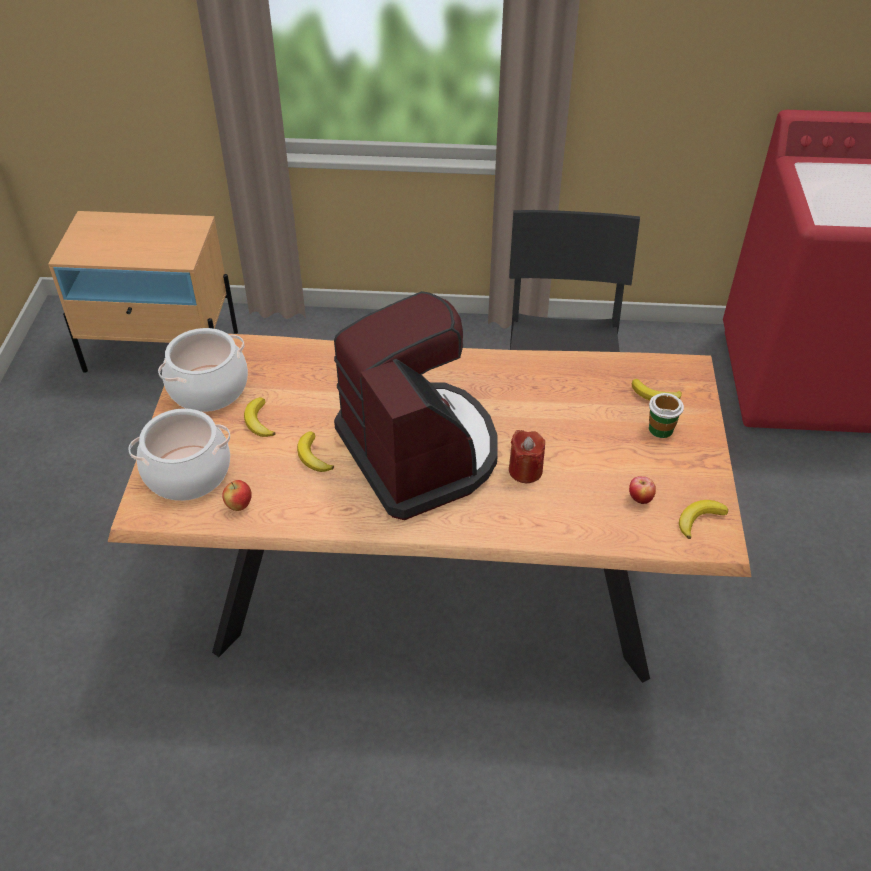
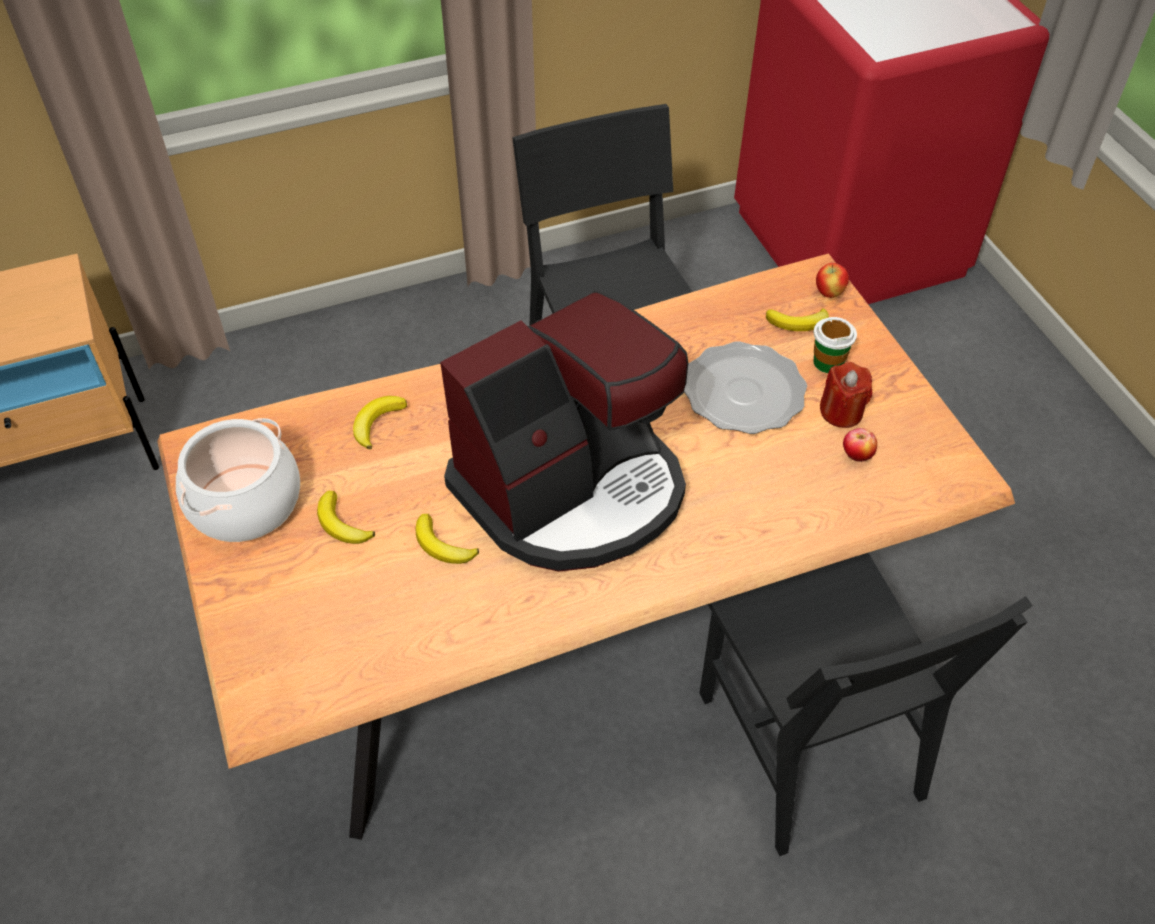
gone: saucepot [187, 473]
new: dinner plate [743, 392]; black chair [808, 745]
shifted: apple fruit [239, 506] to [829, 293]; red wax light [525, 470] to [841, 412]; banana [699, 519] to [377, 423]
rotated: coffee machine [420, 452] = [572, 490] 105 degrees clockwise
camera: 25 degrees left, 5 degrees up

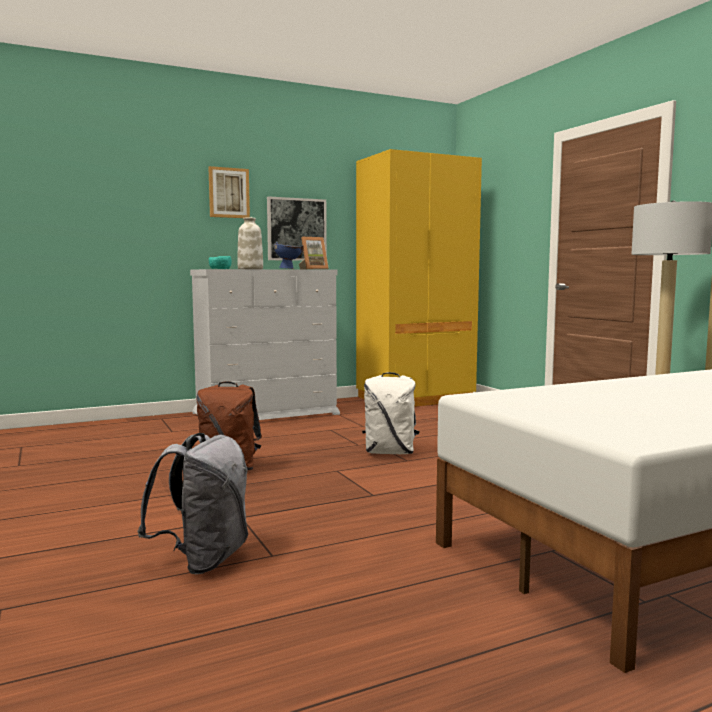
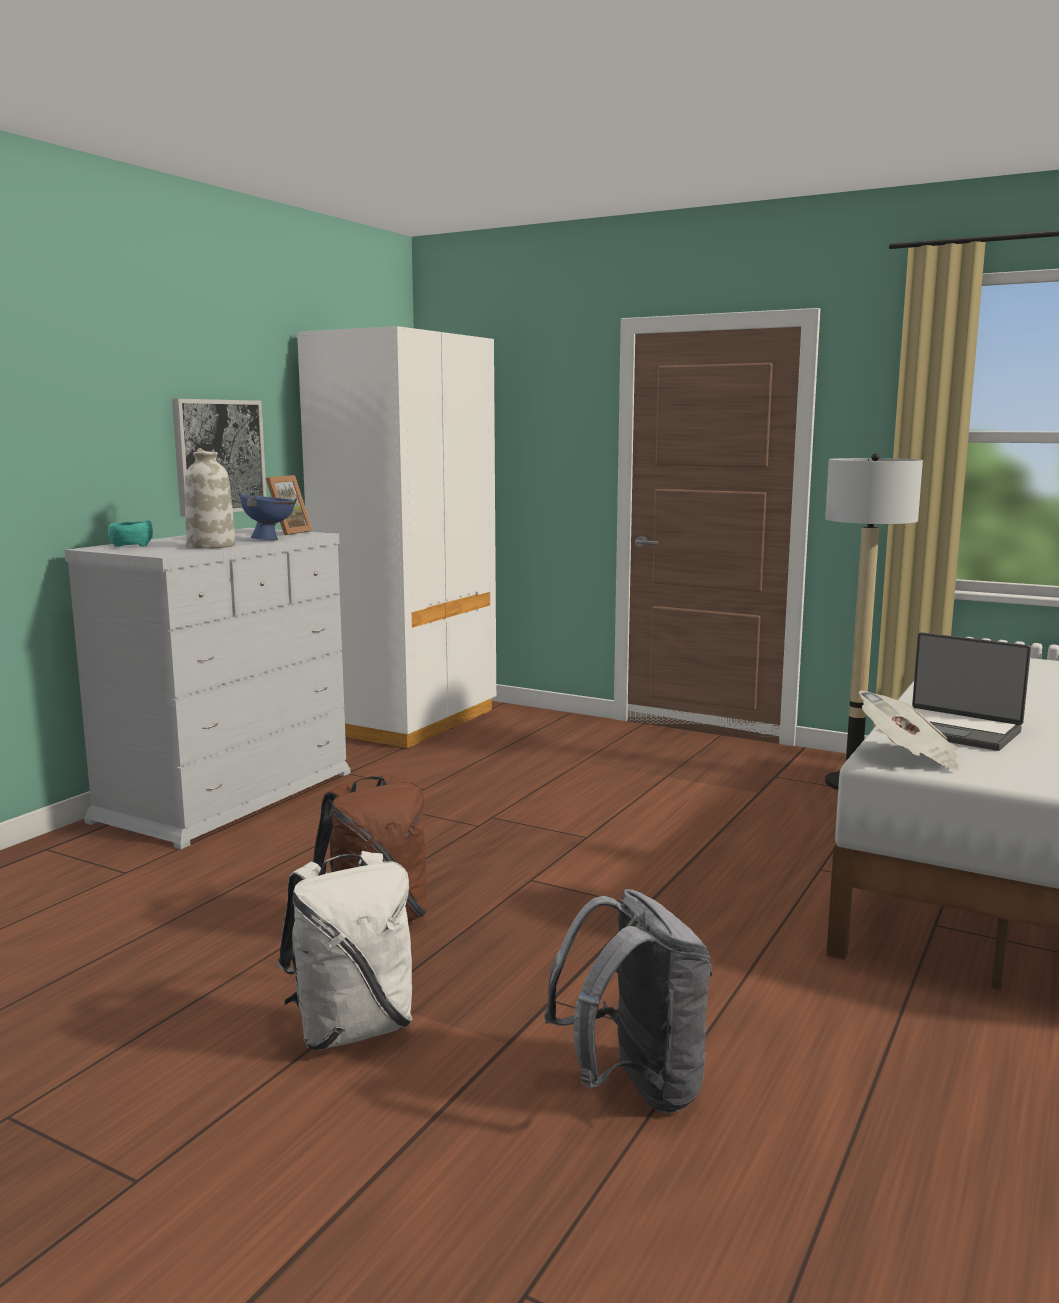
gone: wall picture [228, 193]
new: daily paper [909, 757]; notebook computer [954, 731]
shifted: white-coloured knapsack [390, 452] to [352, 1028]
repainted: yellow clothes cupboard [415, 399] to white-coloured clothes cupboard [409, 721]
camera: 35 degrees left, 5 degrees up

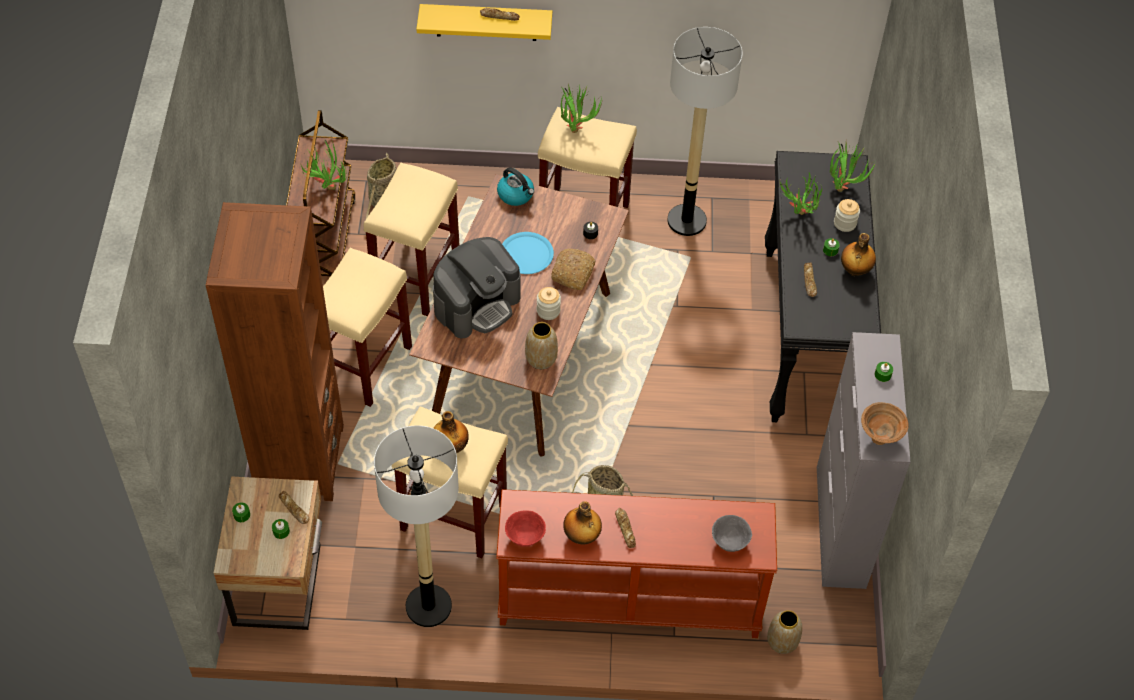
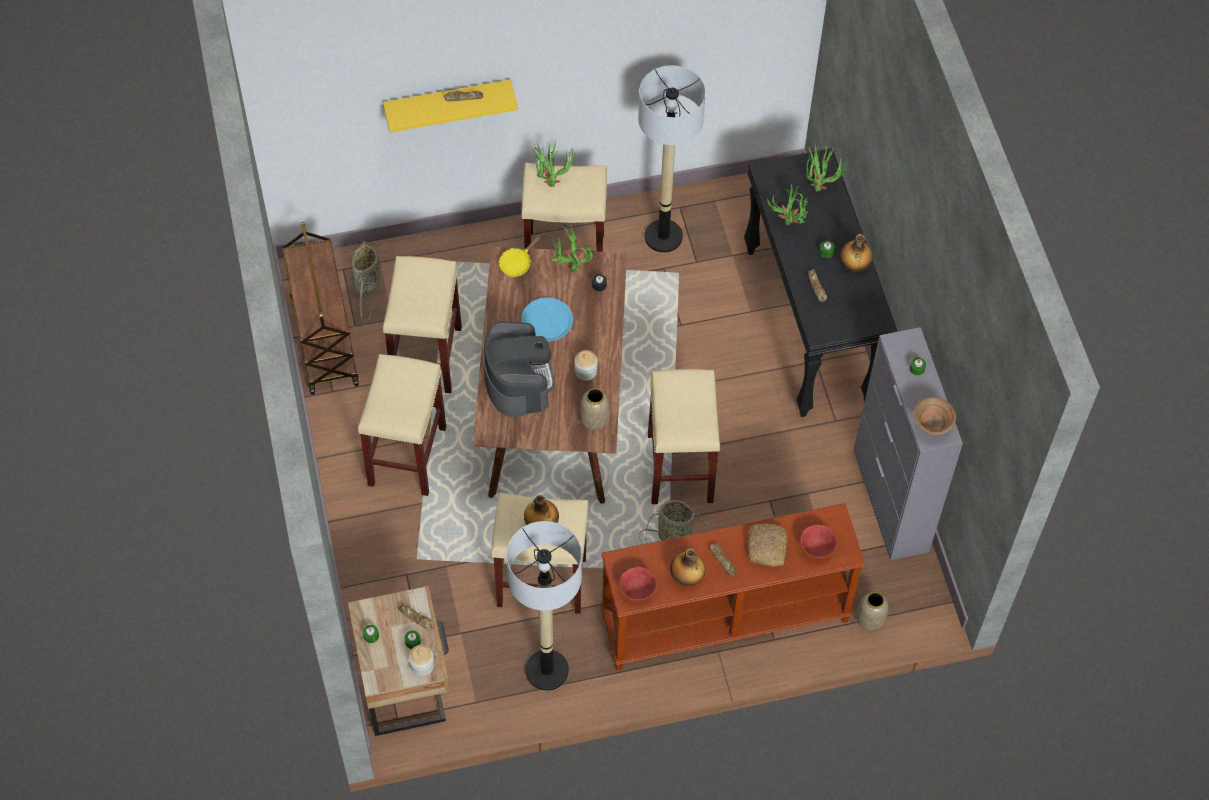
gone: brown bookshelf [300, 460]
new: beige-coloured stool seat [680, 469]
shifted: potted plant [326, 186] to [569, 267]; bread [573, 273] to [767, 548]; jar [845, 223] to [422, 665]
swapped: kettle [516, 195] to yellow frying pan [517, 263]
repainted: gray serving bowl [729, 542] to red serving bowl [817, 549]
rotated: coffee machine [477, 304] = [518, 381] 45 degrees counterclockwise
camera: 15 degrees left, 5 degrees up

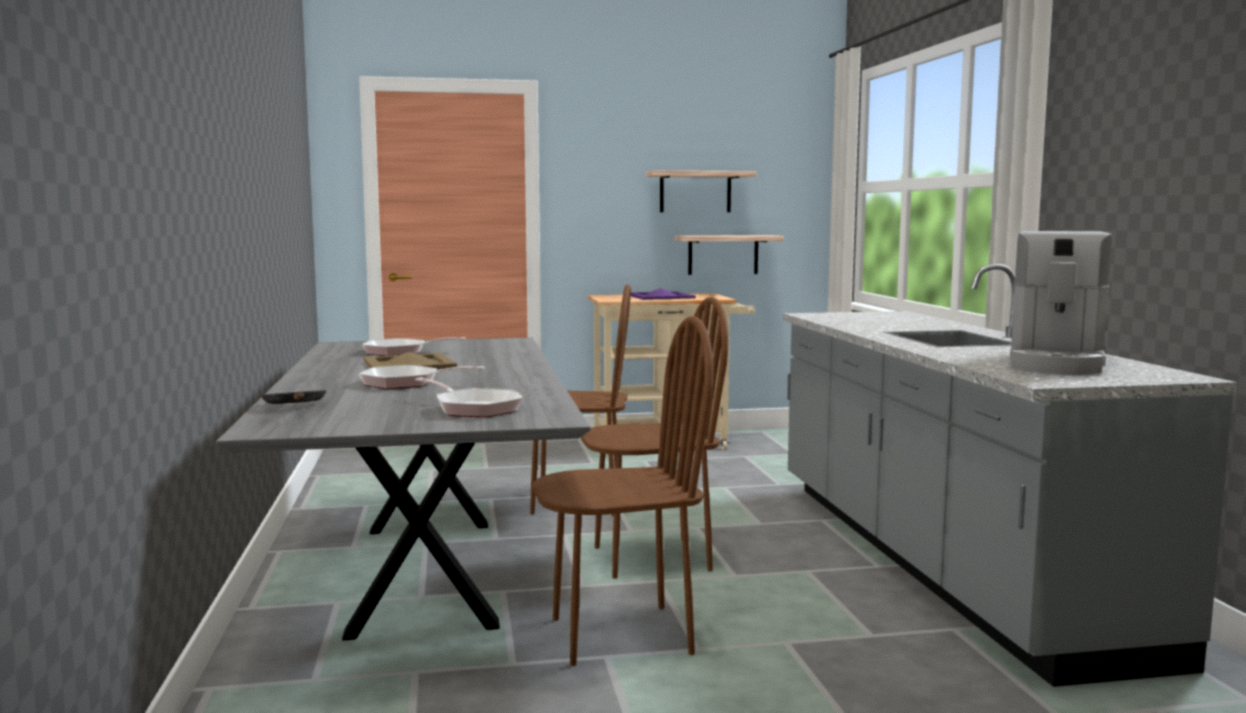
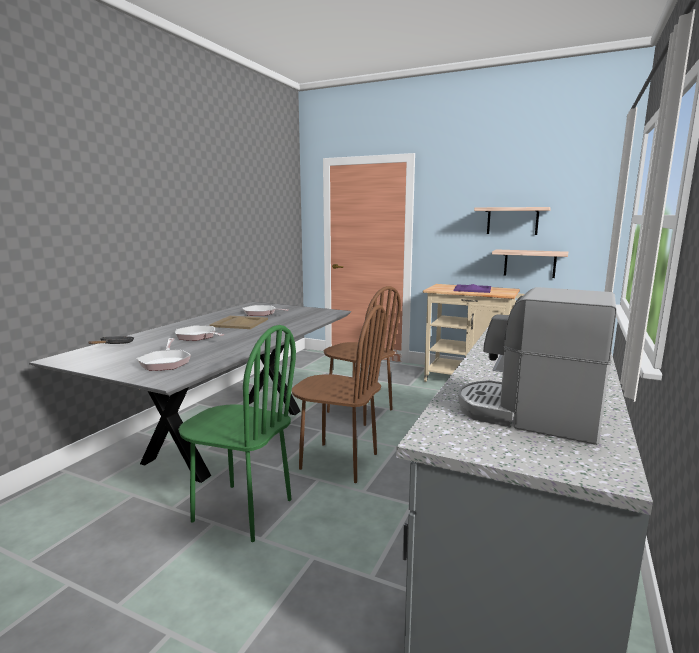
repainted: brown chair [620, 635] to green chair [242, 510]
rotated: coffee machine [1056, 363] = [528, 415] 60 degrees clockwise
camera: 35 degrees right, 5 degrees up

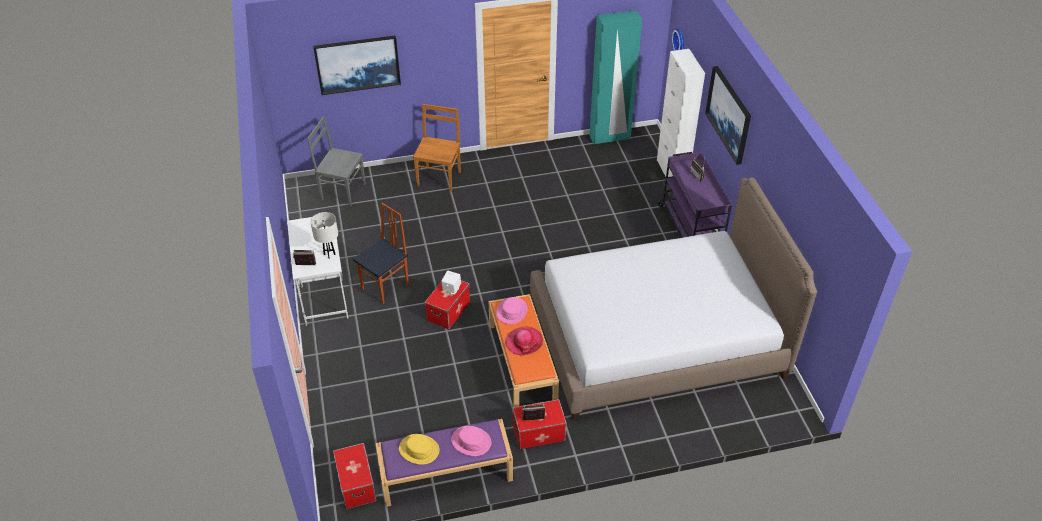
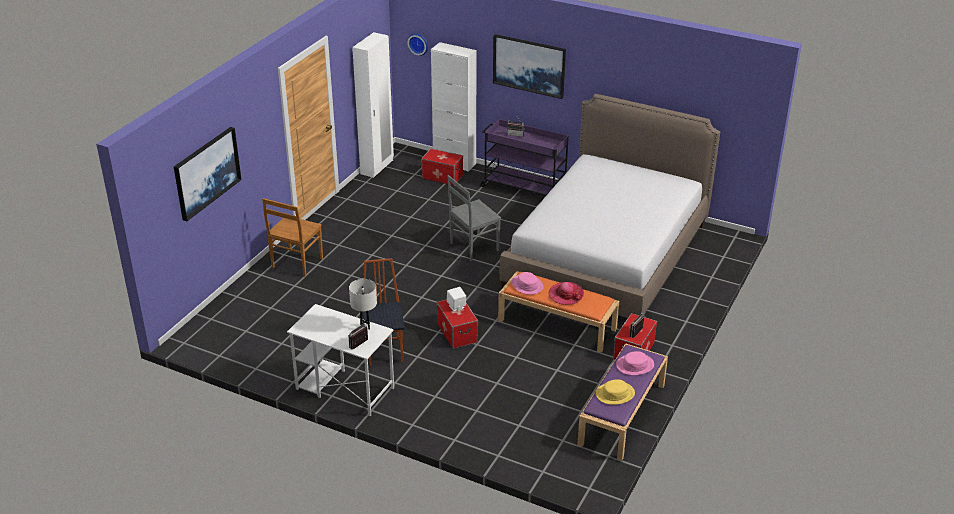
shifted: gray chair [342, 191] to [473, 247]; storage container [356, 484] to [442, 177]
repainted: turquoise-coloured clothes cupboard [609, 137] to white-coloured clothes cupboard [377, 167]
rotated: brown chair [439, 178] = [296, 263] 120 degrees counterclockwise
camera: 50 degrees left, 10 degrees down

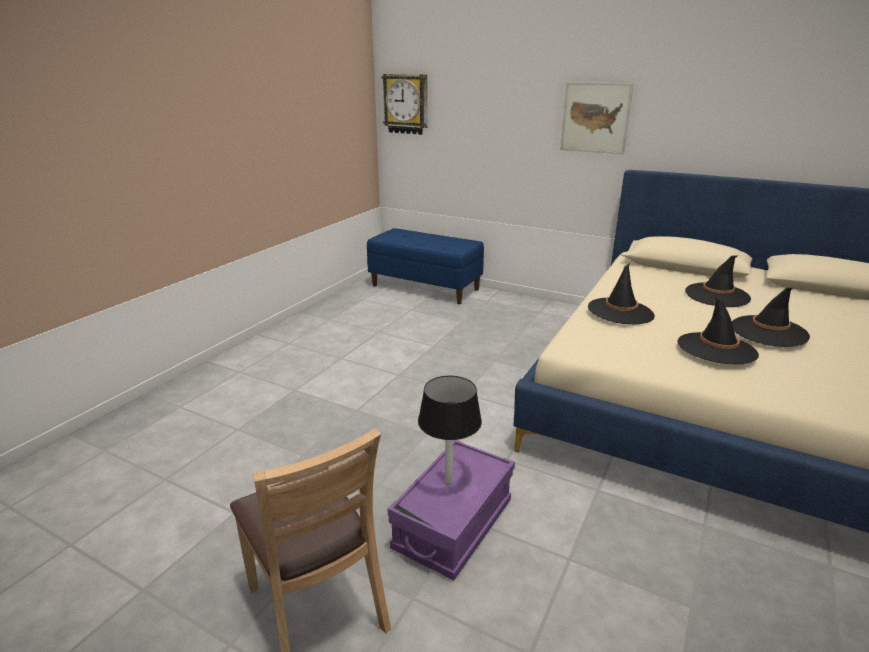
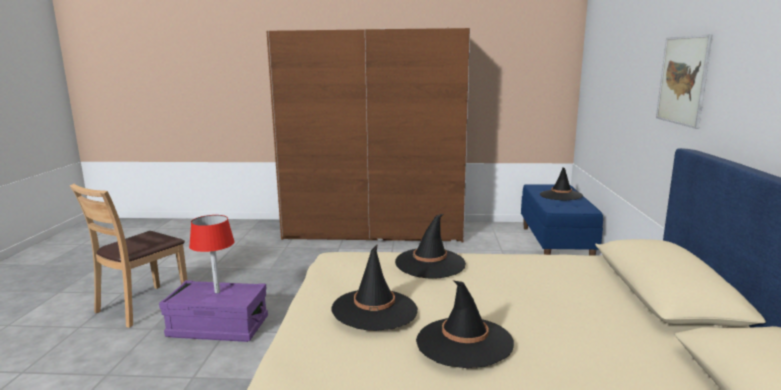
gone: clock on the wall [406, 104]
new: brown clothes cupboard [374, 231]
shifted: black hat [717, 295] to [561, 195]
repainted: black tabletop lamp [448, 482] to red tabletop lamp [217, 292]
camera: 65 degrees right, 10 degrees down

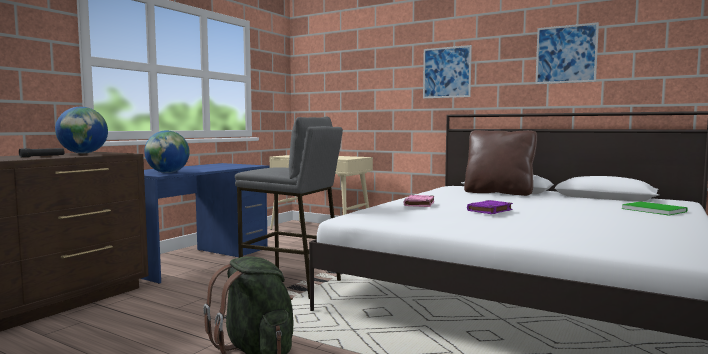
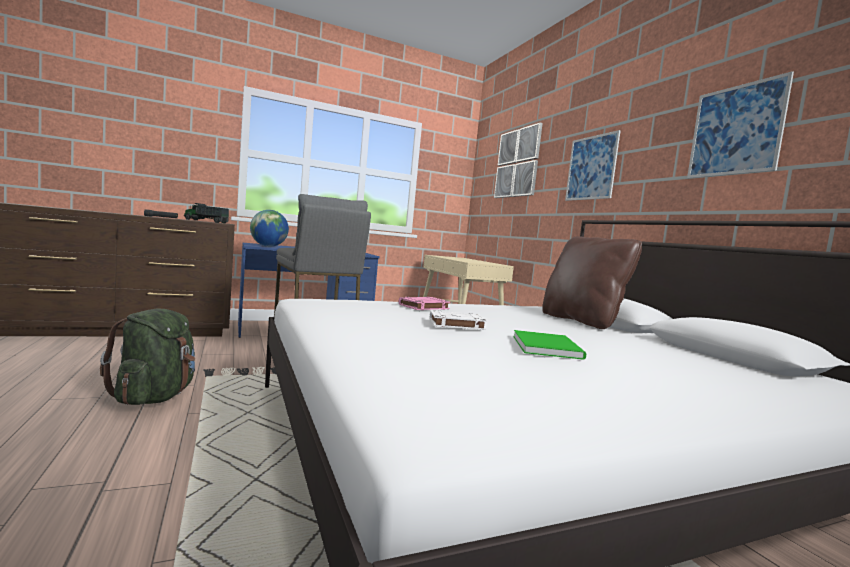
new: wall picture [517, 163]
shifted: green volume [652, 210] to [548, 347]
swapped: world globe [83, 153] to toy truck [206, 221]
repainted: purplish volume [489, 210] to white-coloured volume [456, 324]
camera: 35 degrees right, 0 degrees up

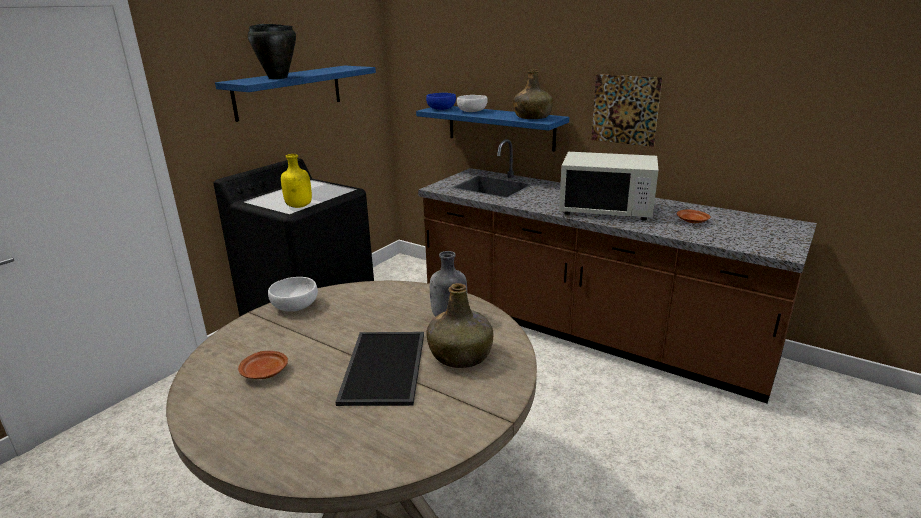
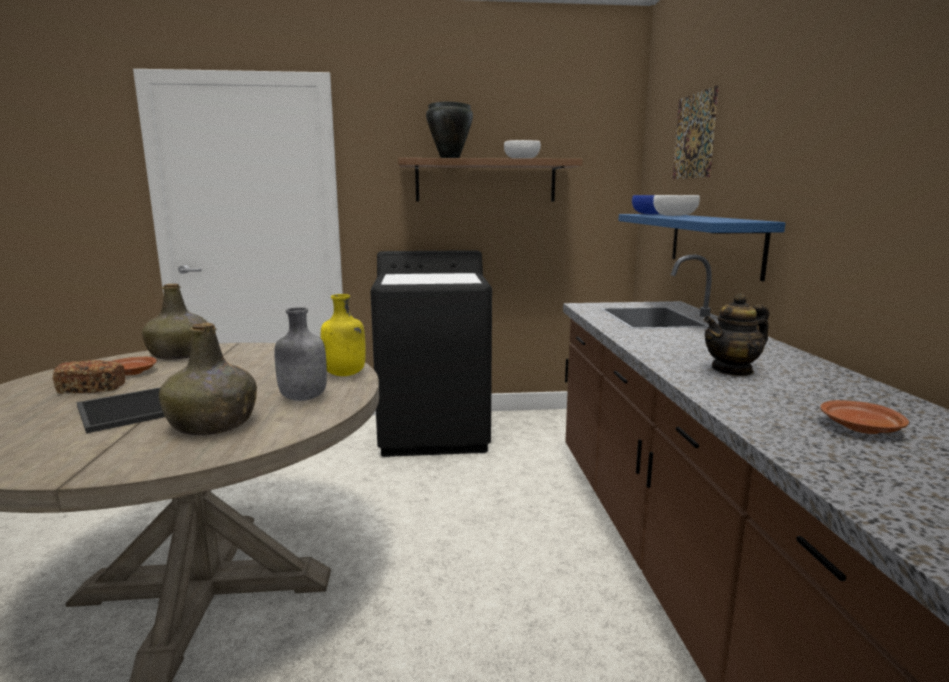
new: bread [92, 388]
shifted: white-coloured serving bowl [294, 306] to [521, 159]; yellow beverage bottle [299, 206] to [345, 374]; green beverage bottle [532, 117] to [180, 355]; wall picture [625, 110] to [694, 136]
swapped: white-coloured microwave [606, 209] to pot for tea [732, 370]
repainted: bluish wall shelf [289, 92] to brown wall shelf [485, 181]
camera: 50 degrees right, 10 degrees down

